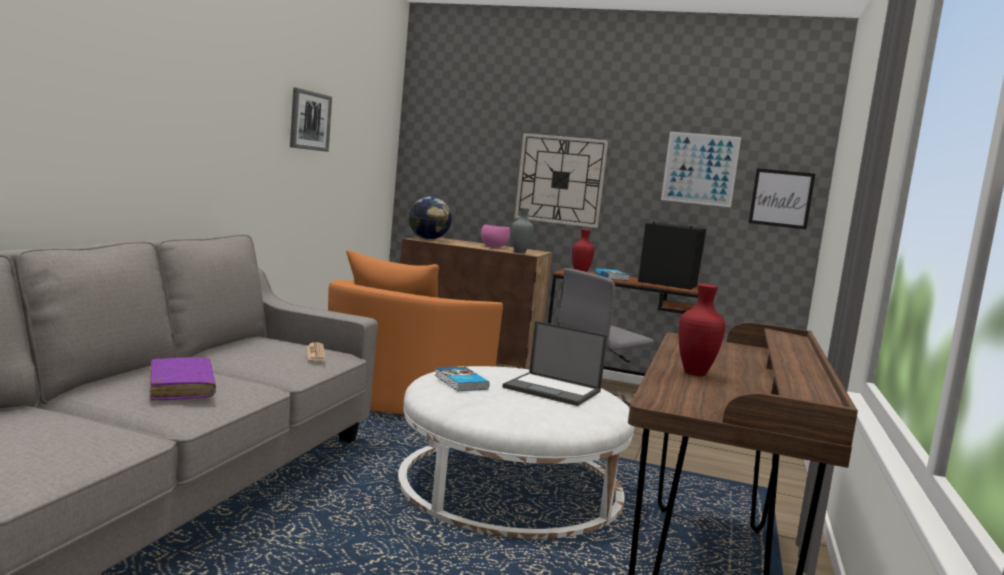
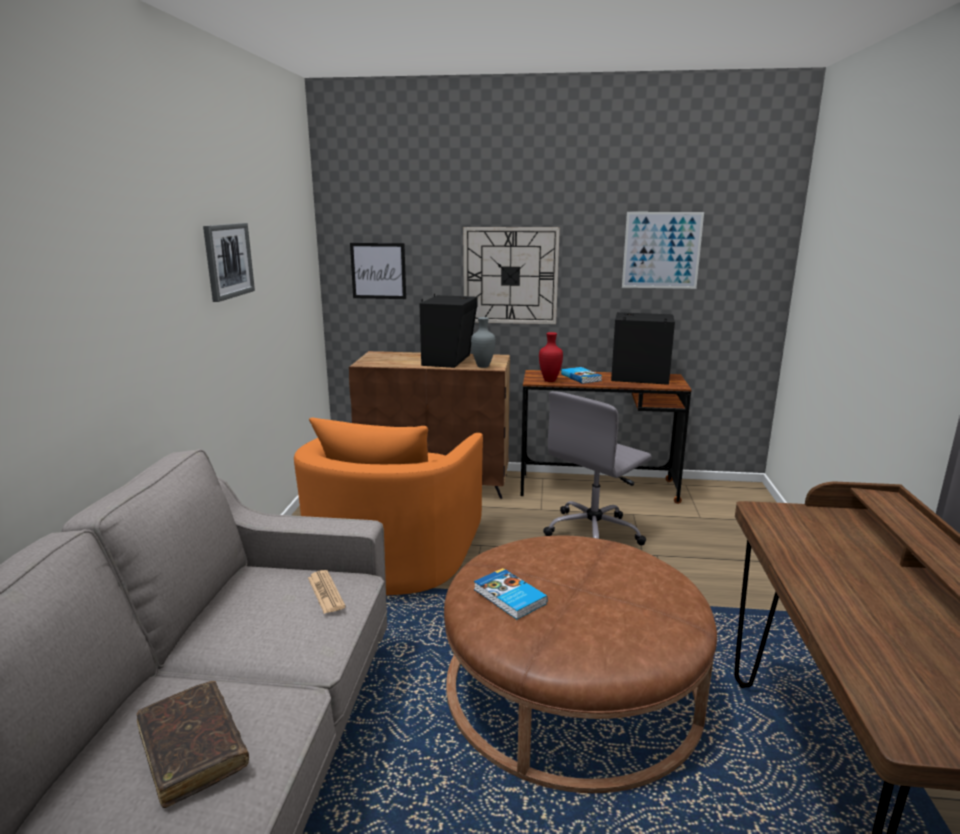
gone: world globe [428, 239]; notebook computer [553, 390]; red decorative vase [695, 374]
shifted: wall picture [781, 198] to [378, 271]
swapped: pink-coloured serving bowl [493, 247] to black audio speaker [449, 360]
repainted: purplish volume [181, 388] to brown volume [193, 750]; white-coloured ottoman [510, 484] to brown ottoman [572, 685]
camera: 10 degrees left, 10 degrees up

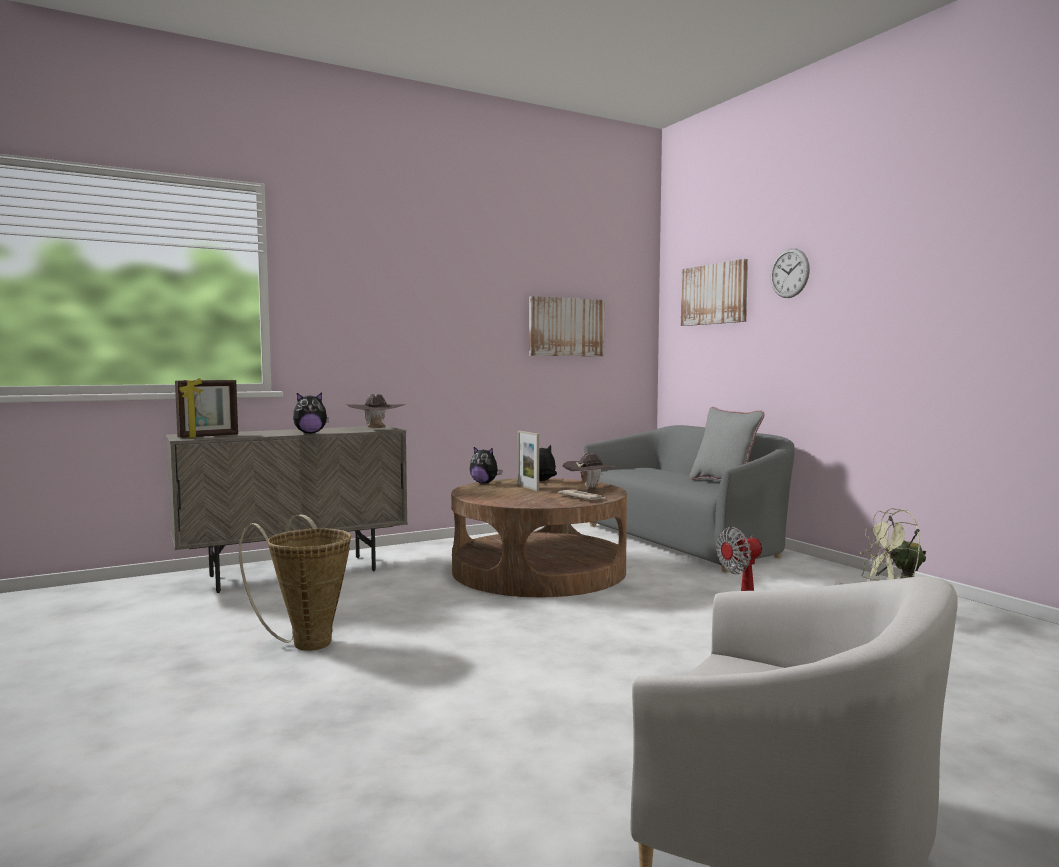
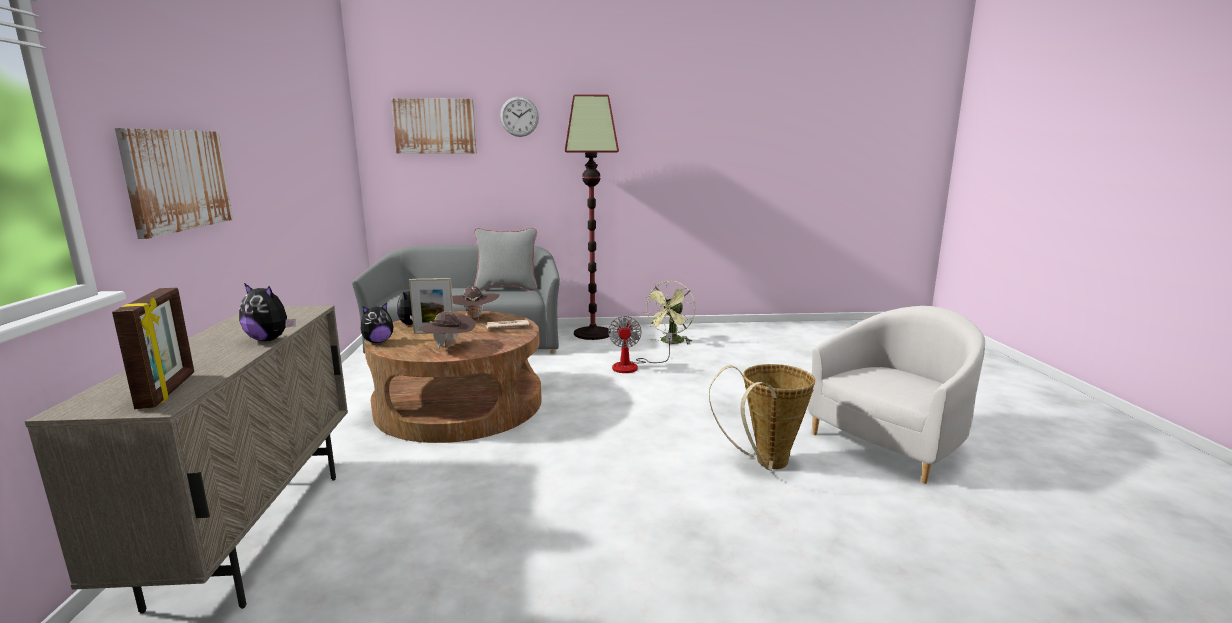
new: standing lamp [593, 333]
shifted: basket [307, 641] to [765, 464]; brown hat [376, 429] to [448, 348]; wall picture [566, 327] to [177, 180]
rotated: soft toy [310, 433] = [269, 339] 105 degrees clockwise
camera: 65 degrees left, 10 degrees up

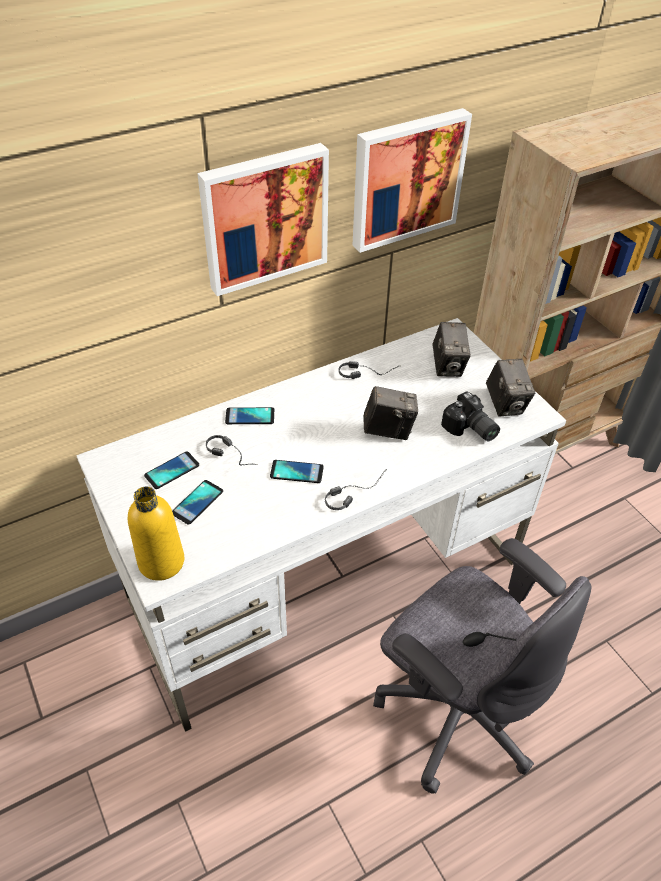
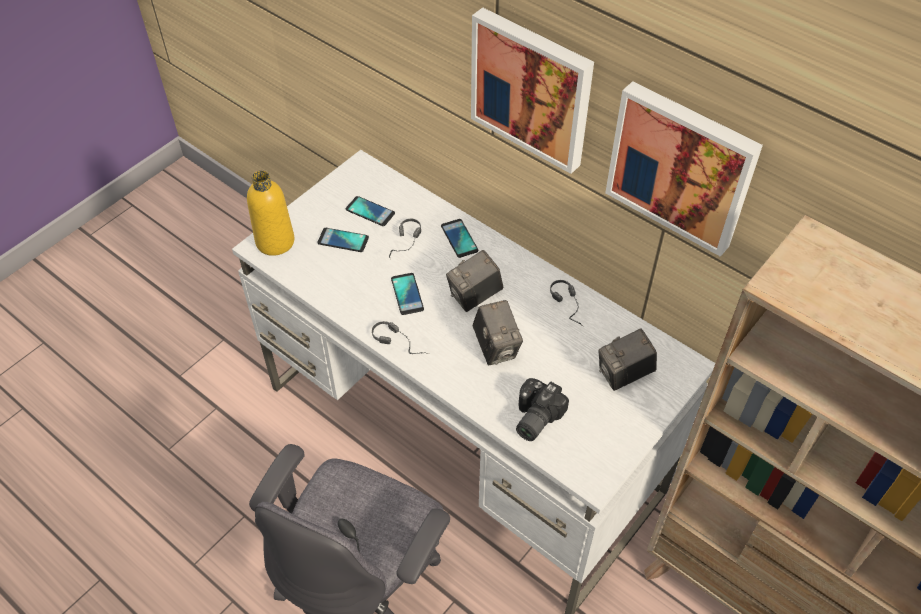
shifted: photo camera [505, 404] to [474, 296]
camera: 70 degrees right, 5 degrees up

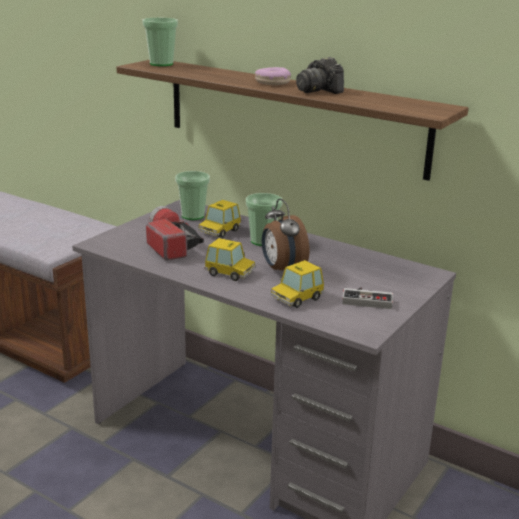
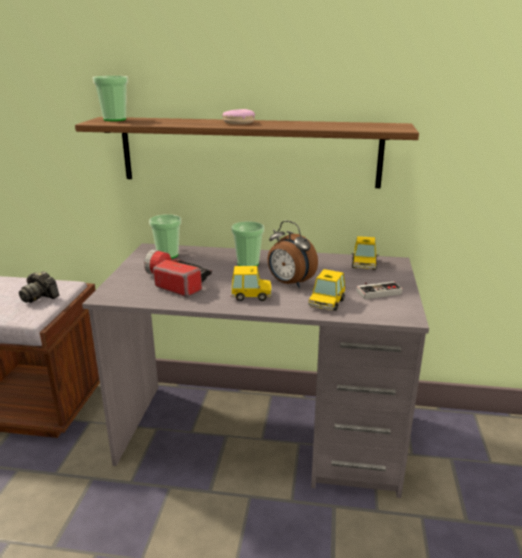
shifted: toy car [219, 231] to [364, 264]; photo camera [318, 90] to [39, 296]
camera: 25 degrees left, 0 degrees up

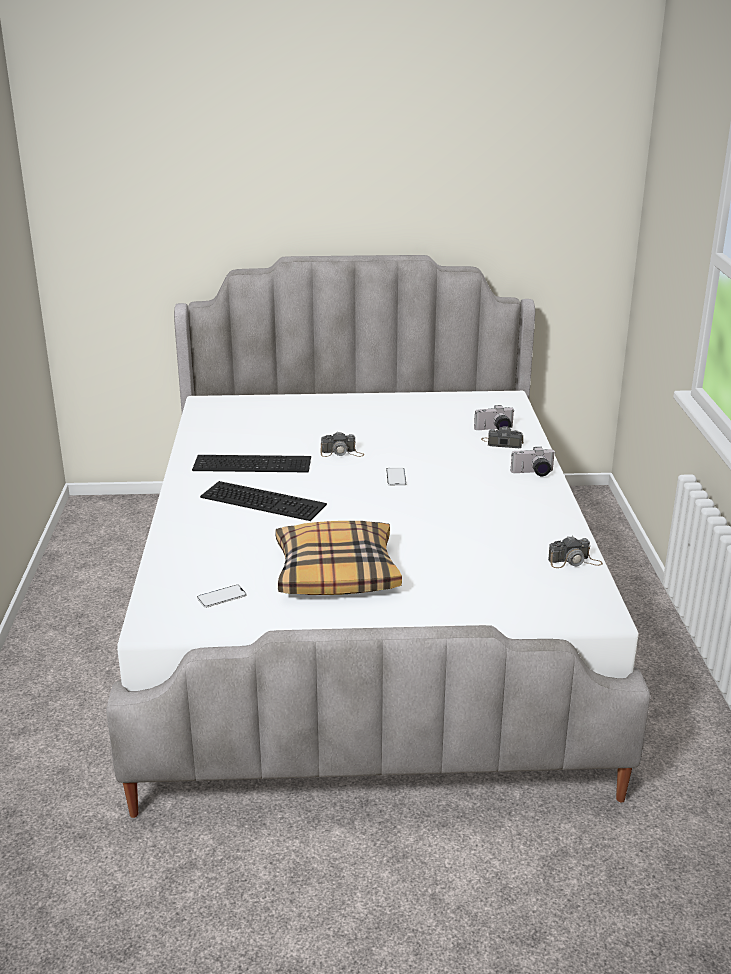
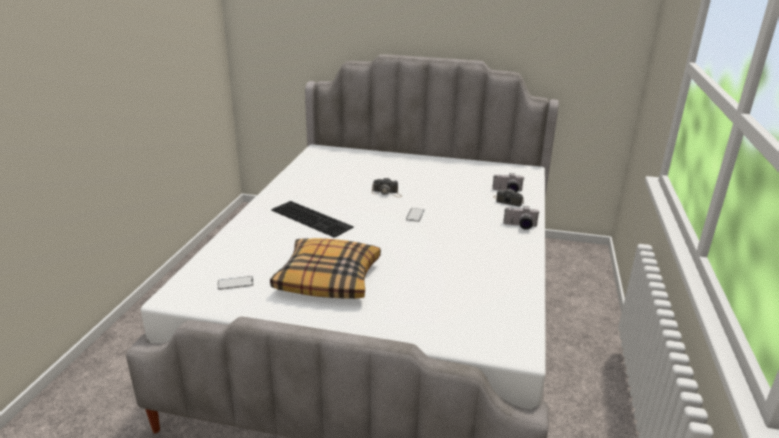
gone: PC keyboard [253, 463]; photo camera [574, 561]
camera: 15 degrees right, 0 degrees up

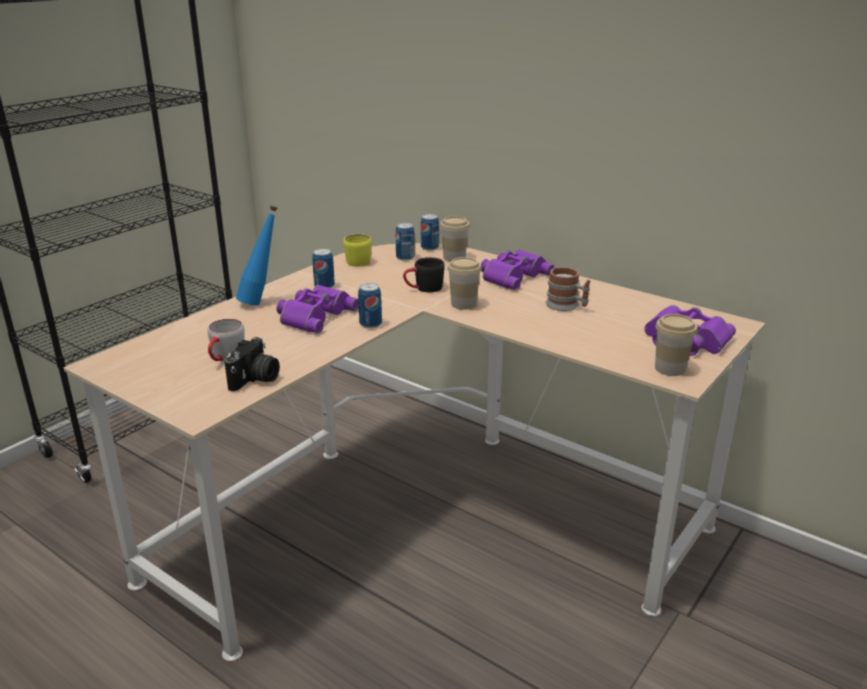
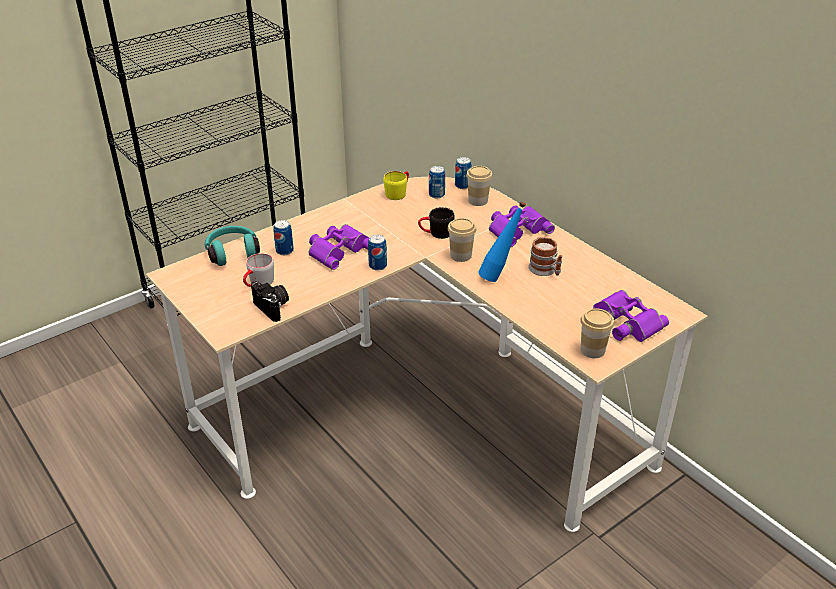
new: turquoise-coloured headphones [232, 253]
shifted: bluish beverage bottle [261, 302] to [499, 276]; metal can [324, 286] to [284, 251]
rotated: photo camera [255, 379] = [273, 307] 75 degrees counterclockwise
camera: 15 degrees right, 10 degrees up

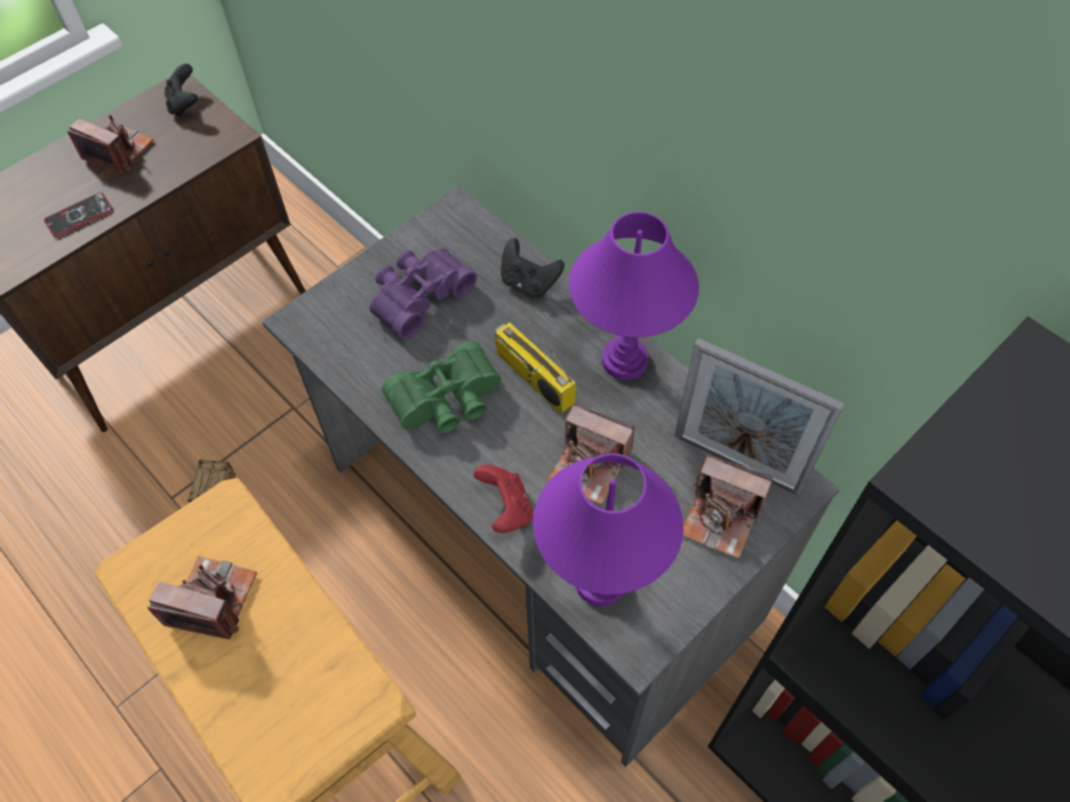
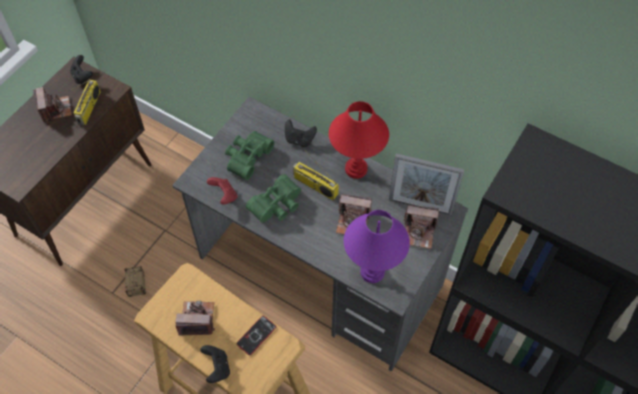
new: radio set [89, 108]; black gamepad [217, 368]
shifted: phone [79, 215] to [256, 335]; red gamepad [506, 508] to [224, 196]
repainted: purplish field glasses [418, 296] to green field glasses [247, 157]; purplish tabletop lamp [624, 360] to red tabletop lamp [355, 169]
rotated: photo camera [119, 151] = [55, 109] 60 degrees clockwise
camera: 15 degrees left, 0 degrees up

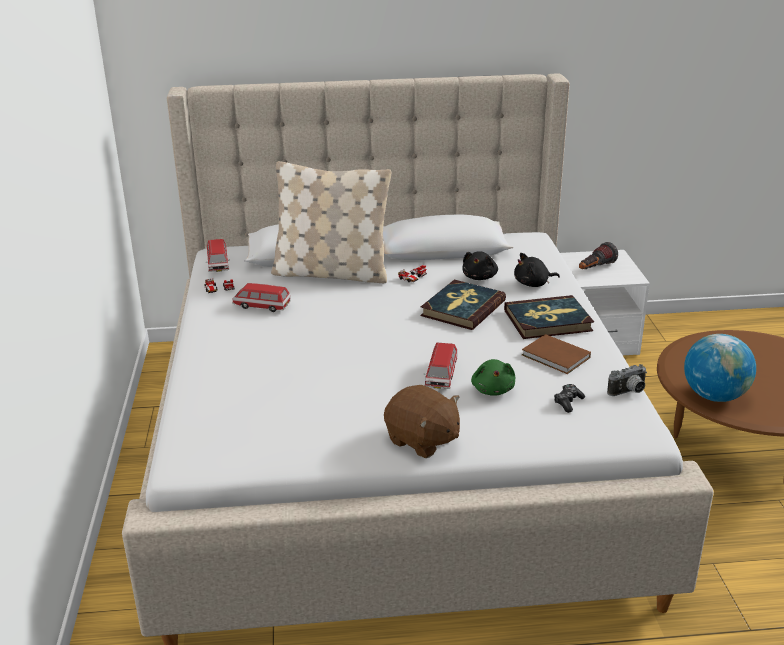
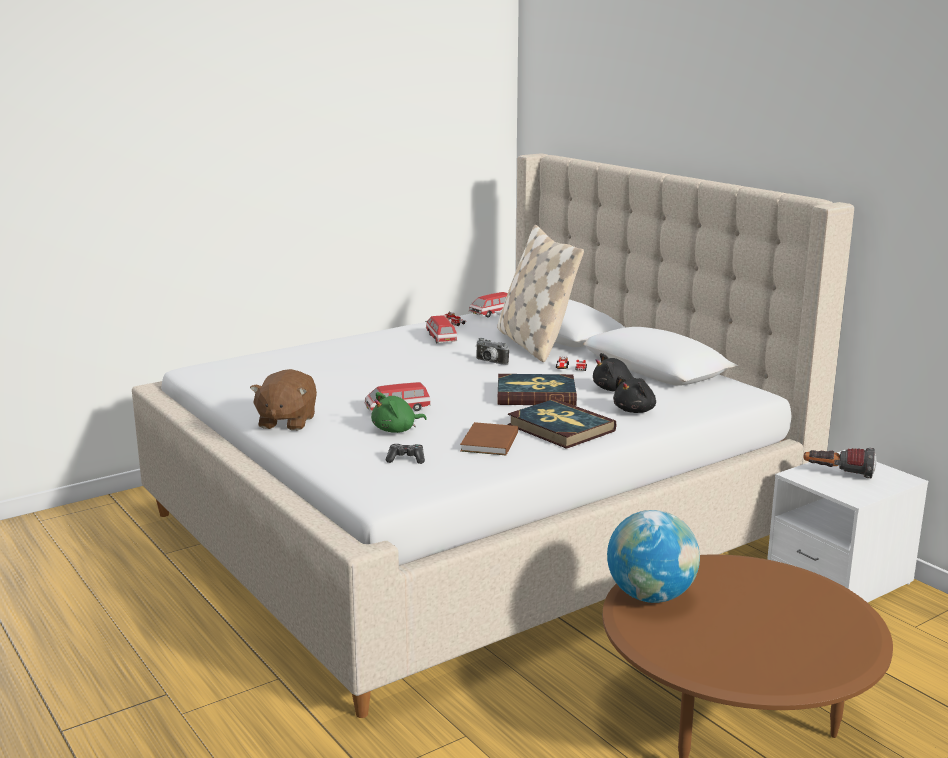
shifted: photo camera [629, 392] to [489, 362]
rotated: black soft toy [533, 284] = [635, 410] 90 degrees counterclockwise
camera: 60 degrees right, 10 degrees down

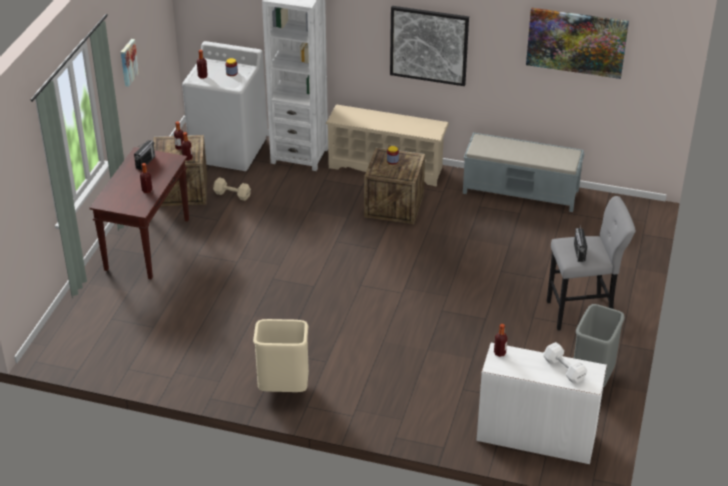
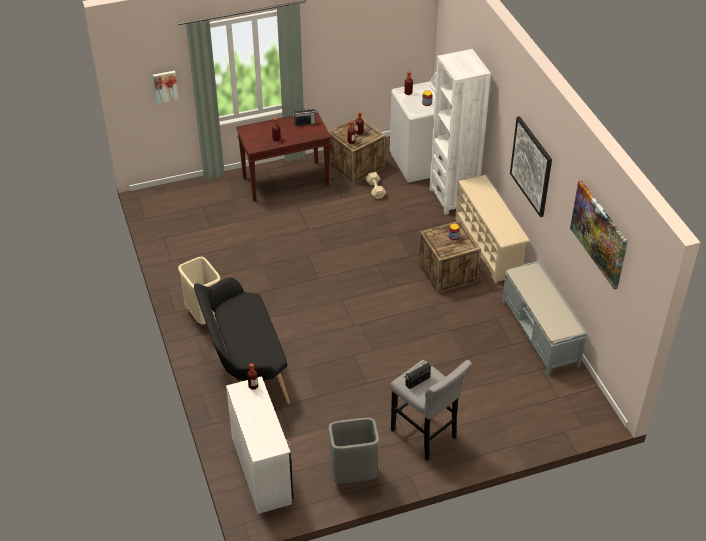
gone: white-coloured dumbbell [564, 370]
new: black bench [244, 370]
shifted: wall picture [128, 62] to [165, 86]
camera: 55 degrees right, 5 degrees up

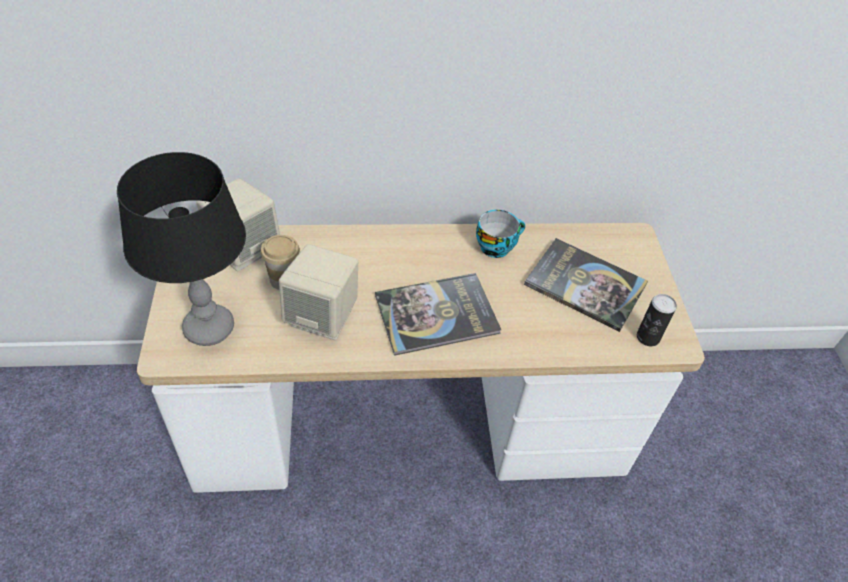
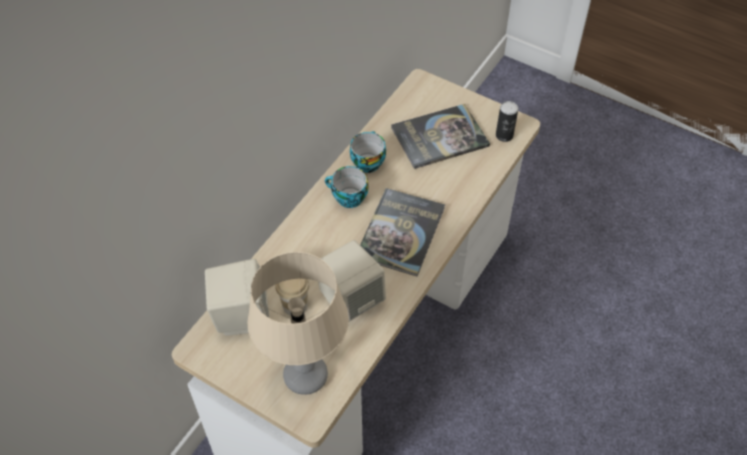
new: small cup [347, 198]
repainted: black tabletop lamp [209, 328] to beige-coloured tabletop lamp [306, 376]
camera: 50 degrees left, 5 degrees up

